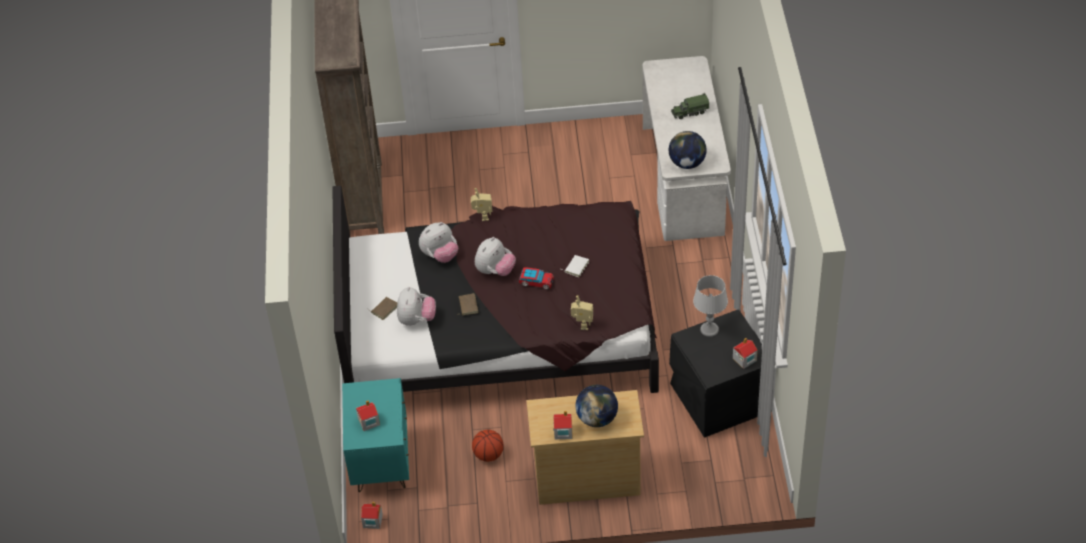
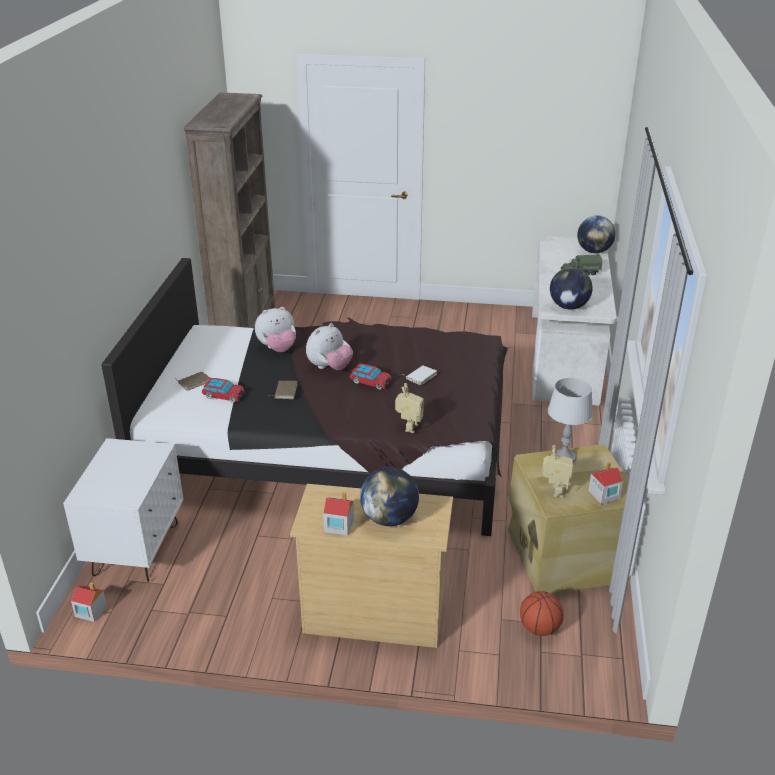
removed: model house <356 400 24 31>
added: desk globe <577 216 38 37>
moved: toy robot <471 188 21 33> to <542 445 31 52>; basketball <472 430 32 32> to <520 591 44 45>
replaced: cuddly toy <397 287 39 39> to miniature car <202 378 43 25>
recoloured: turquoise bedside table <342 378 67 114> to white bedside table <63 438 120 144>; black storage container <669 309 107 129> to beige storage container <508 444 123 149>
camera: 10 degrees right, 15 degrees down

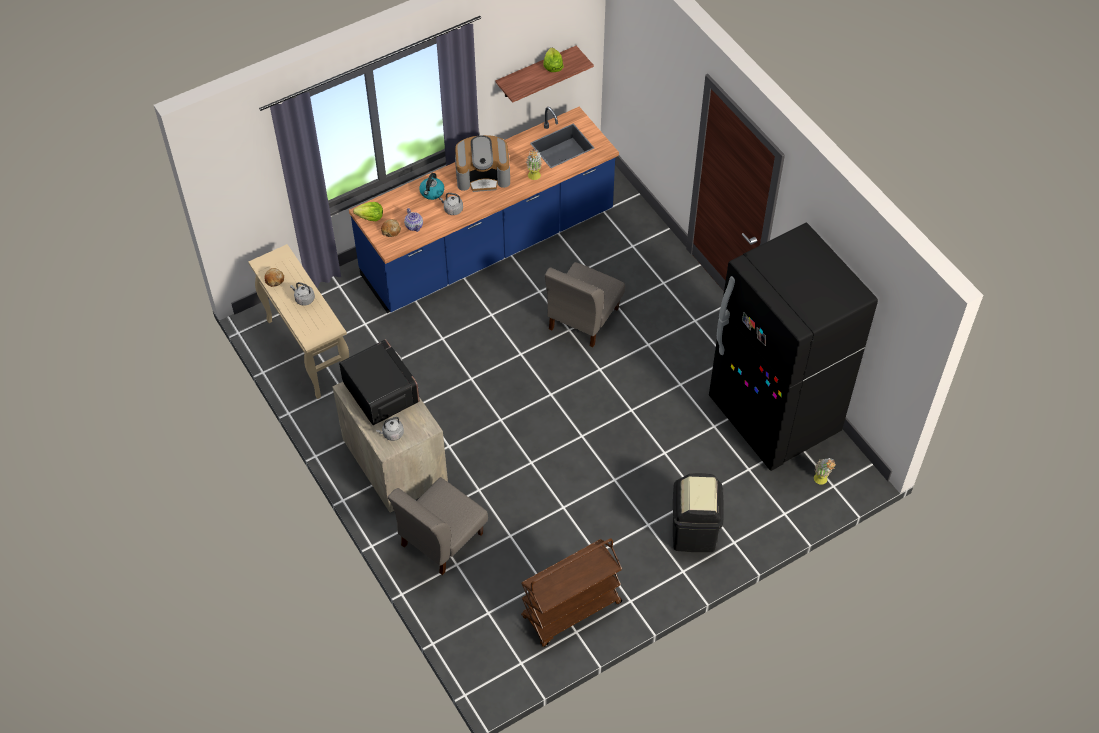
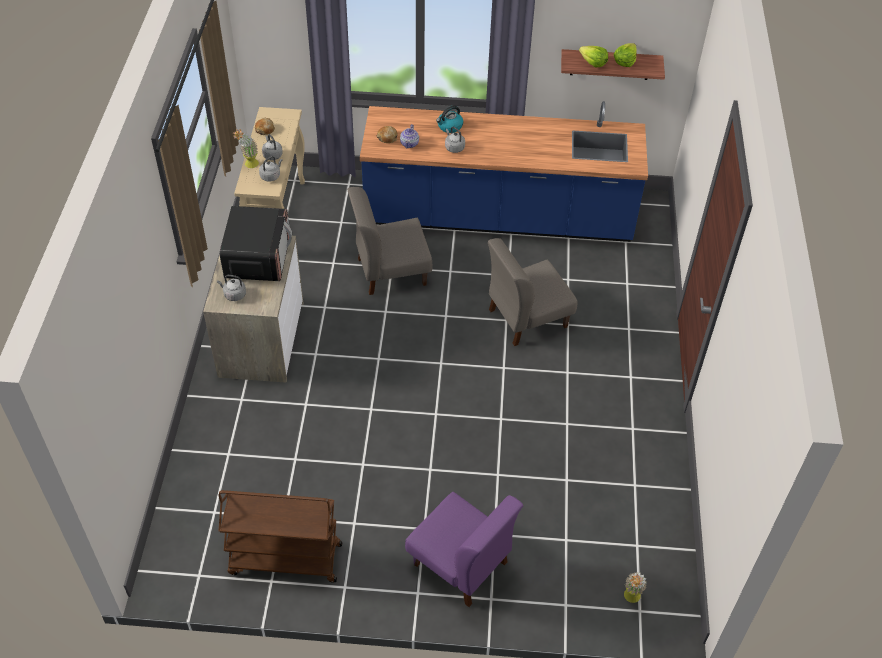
removed: coffee brewer <455 135 55 57>; black fridge <709 223 169 248>
added: grey tea kettle <259 156 23 25>
moved: lettuce head <353 202 30 20> to <579 46 29 21>; grey chair <388 477 100 98> to <347 187 86 108>; plant in a pot <526 149 17 31> to <233 129 26 39>
replaced: black trash can <673 473 51 79> to purplish chair <405 492 118 115>
camera: 35 degrees right, 5 degrees down

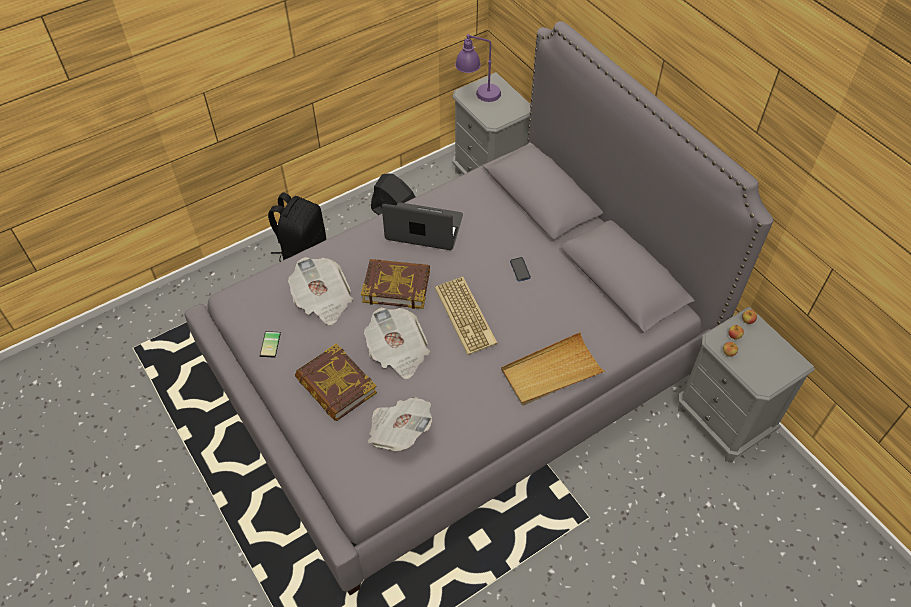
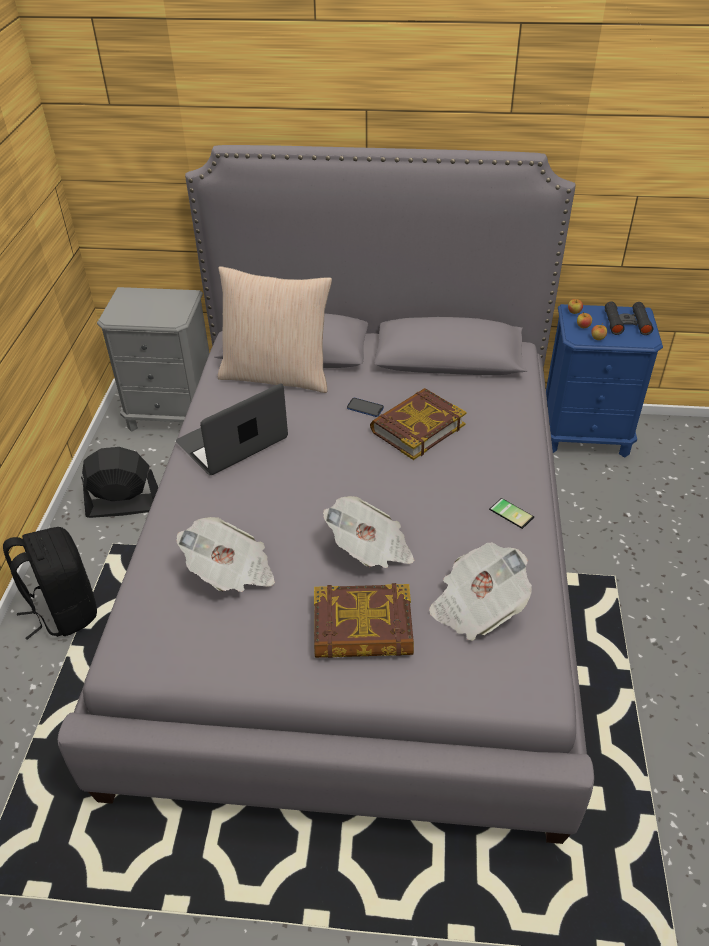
removed: PC keyboard <435 277 62 78>; purplish table lamp <455 34 46 68>; beige serving tray <501 332 105 74>
added: beige throw pillow <218 266 114 127>; black pair of binoculars <605 302 49 33>
moved: phone <260 331 21 27> to <489 498 45 31>; volume <361 259 69 50> to <370 388 97 72>
recoloured: grey bedside table <678 307 137 155> to blue-coloured bedside table <546 304 117 154>
camera: 50 degrees left, 10 degrees down

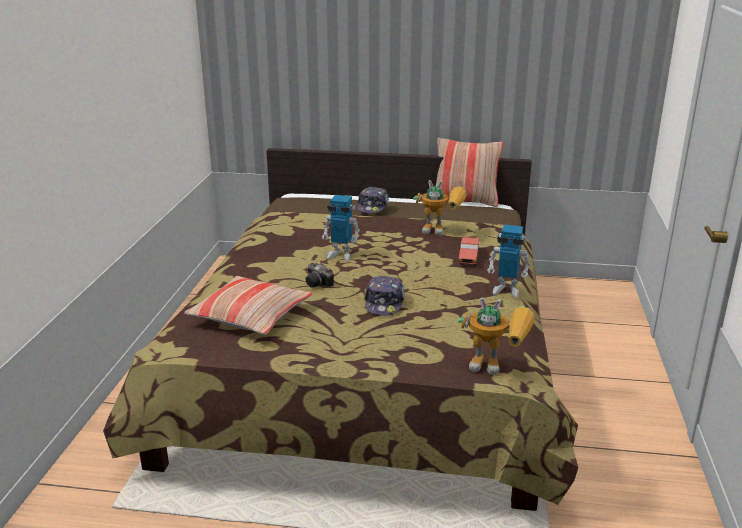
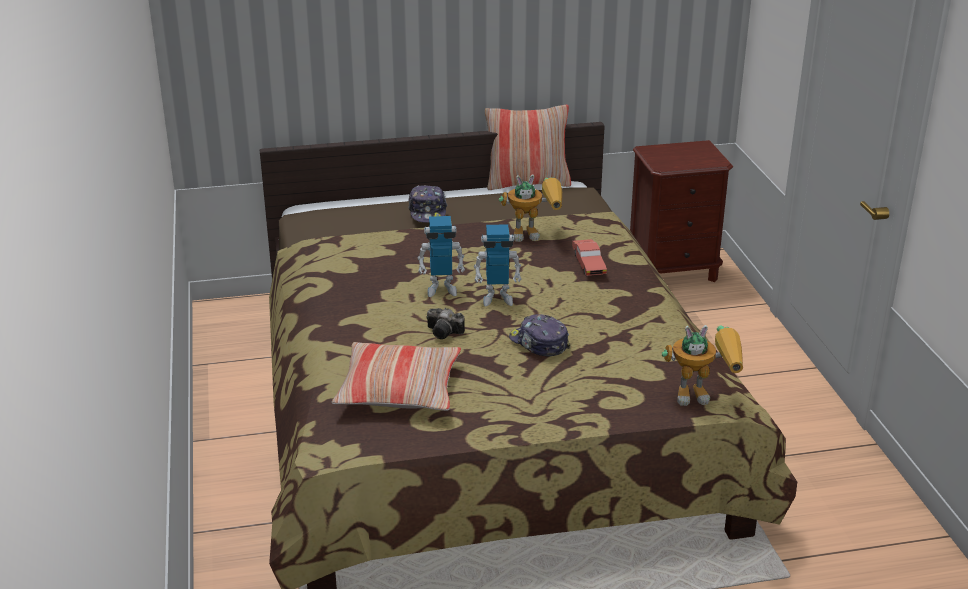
added: brown-coloured bedside table <630 140 103 142>
moved: toy robot <487 224 43 74> to <474 224 47 82>
turned: peaked cap <364 275 41 41> = <509 314 62 43> 150 degrees clockwise
camera: 20 degrees left, 5 degrees up

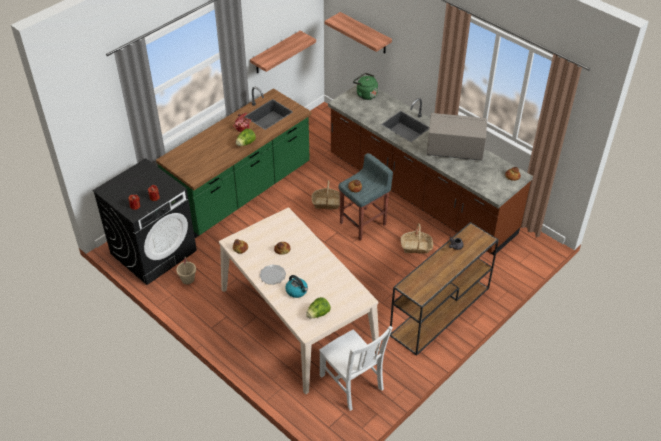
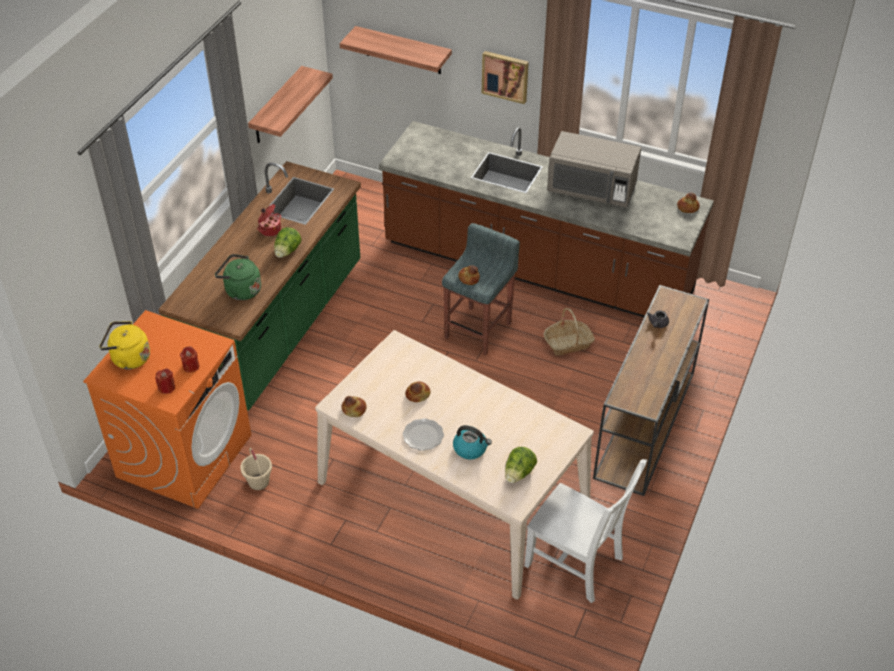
removed: storage basket <312 180 28 29>
added: yellowish tea kettle <99 321 51 48>; wall art <482 51 47 53>
moved: greenish tea kettle <353 73 25 27> to <215 254 46 46>
recoloured: black washing machine <92 158 105 127> to orangey washing machine <83 310 168 199>
turned: grey microwave <426 113 61 48> = <547 131 94 77> 150 degrees counterclockwise
camera: 20 degrees left, 0 degrees up

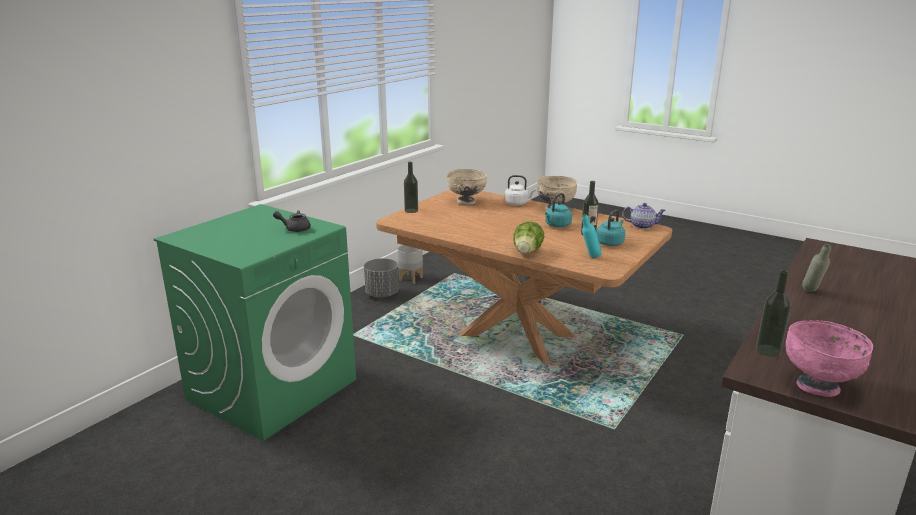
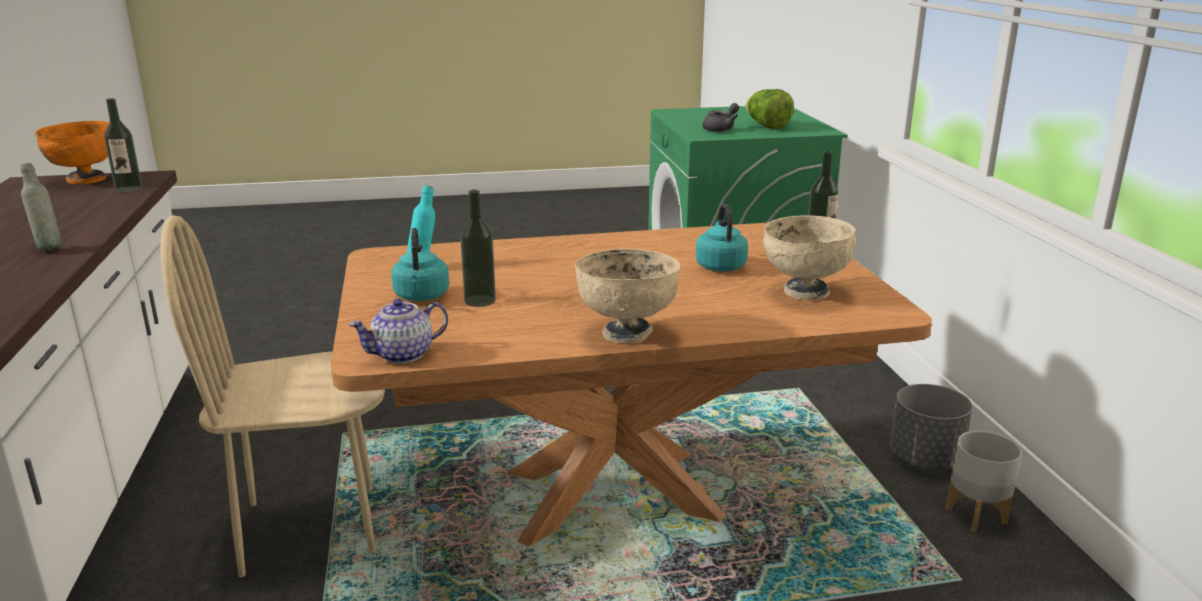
removed: white tea kettle <505 175 31 30>
added: beige chair <160 215 225 362>
moved: lettuce head <513 221 31 33> to <746 89 48 40>; turquoise tea kettle <545 193 27 34> to <696 204 52 68>
recoloured: pinkish bowl <786 320 87 77> to orangey bowl <35 121 74 63>
camera: 135 degrees right, 0 degrees up

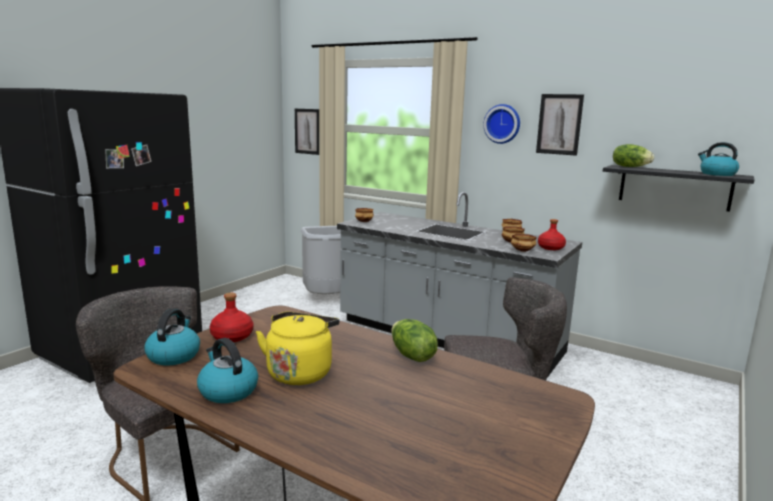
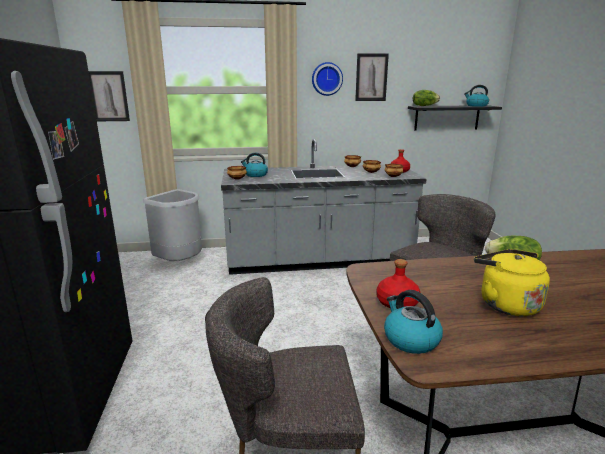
moved: tea kettle <197 338 61 65> to <241 153 27 24>
camera: 40 degrees left, 5 degrees up

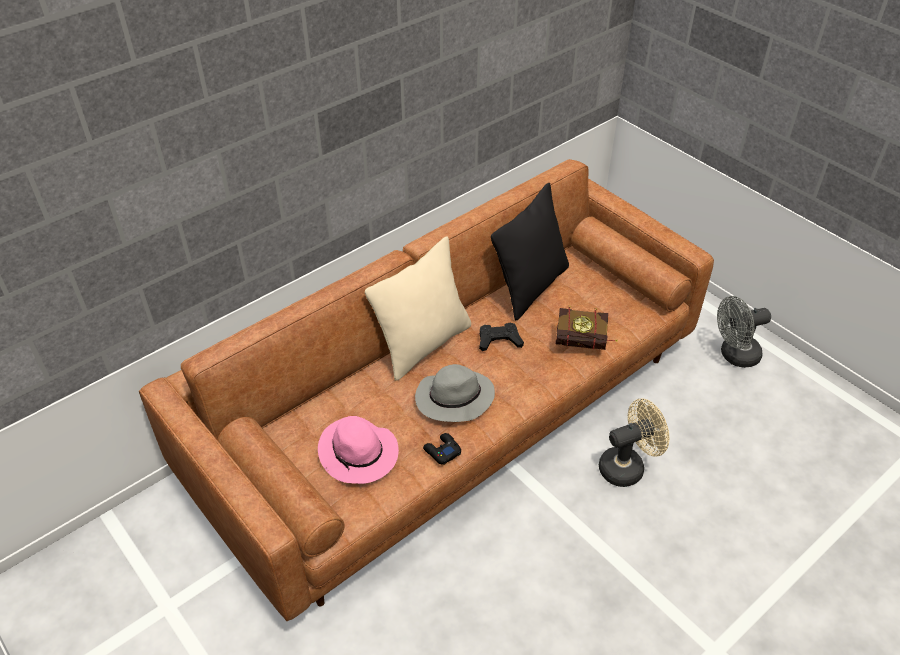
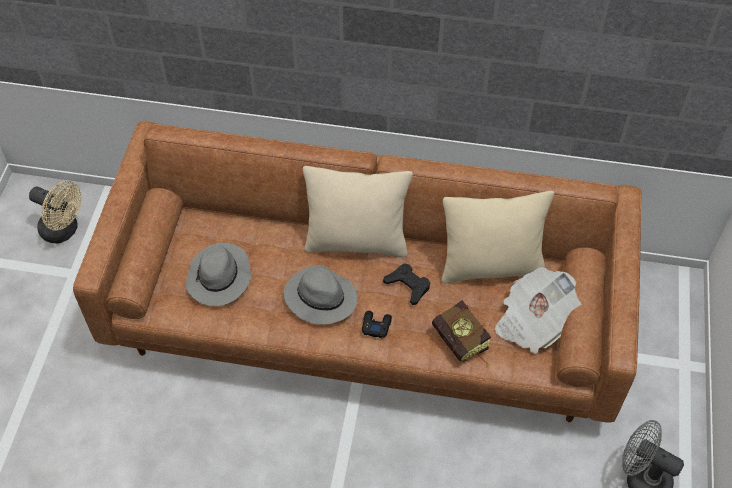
added: daily paper <495 267 87 87>
moved: black joypad <423 433 38 32> to <362 311 30 27>; beige fan <599 398 70 89> to <29 181 52 63>
recoloured: pinkish wearable hat <318 416 81 68> to grey wearable hat <186 243 65 63>; black throw pillow <491 183 78 137> to beige throw pillow <441 191 113 92>
camera: 50 degrees right, 10 degrees up

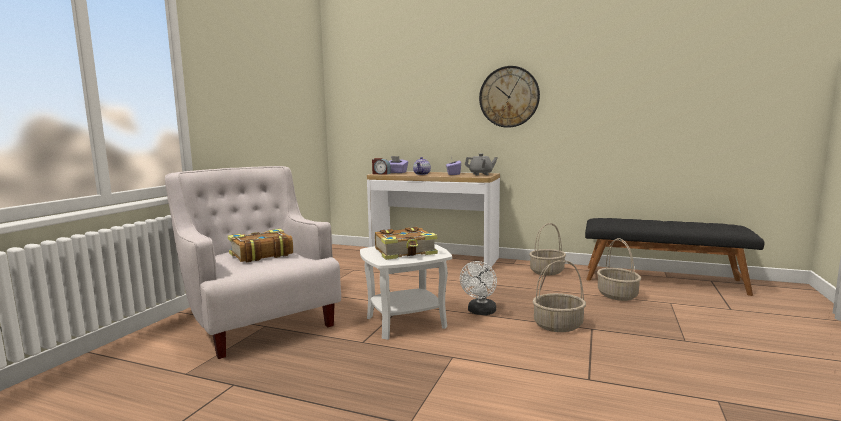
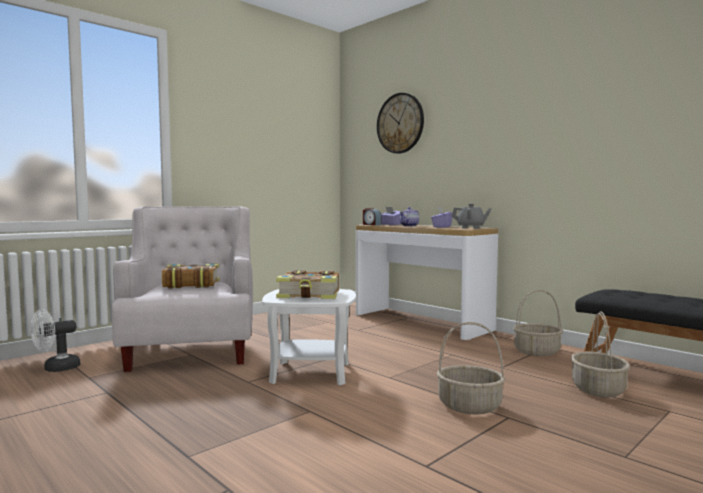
moved: white fan <460 261 37 54> to <31 309 49 63>; hanging clock <479 66 61 62> to <377 93 47 61>
camera: 25 degrees right, 5 degrees down

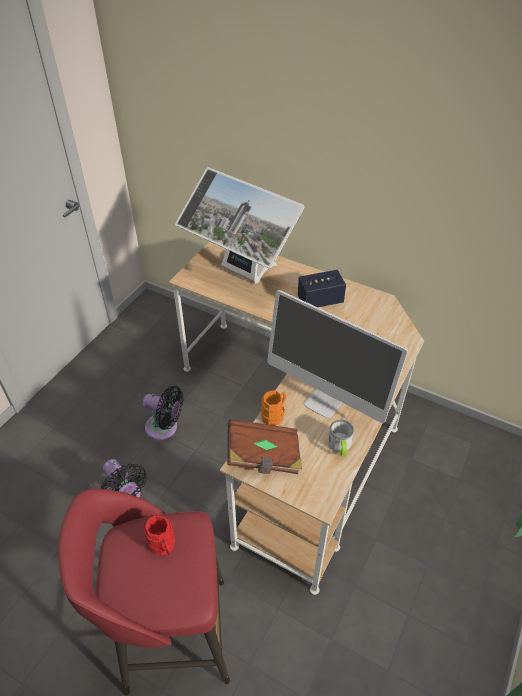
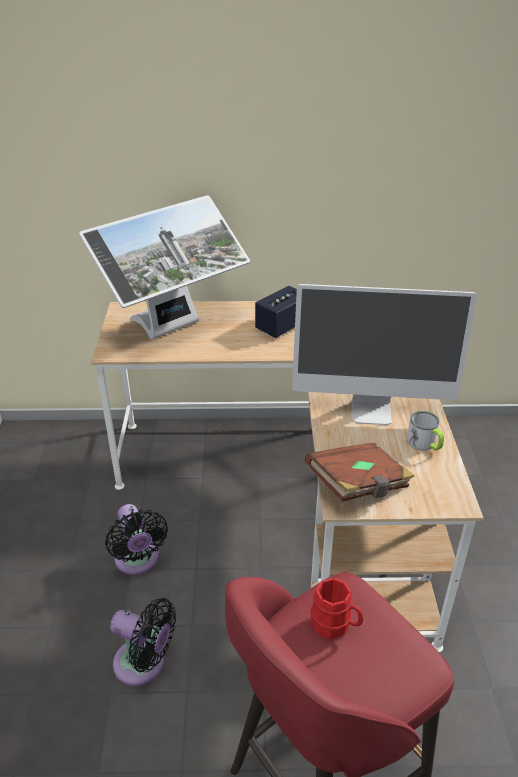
removed: orangey tea mug <261 390 25 36>
turned: black fan <143 386 41 54> = <105 504 63 71> 75 degrees clockwise; computer display <175 167 130 117> = <79 195 171 144> 45 degrees counterclockwise
camera: 30 degrees left, 10 degrees down

